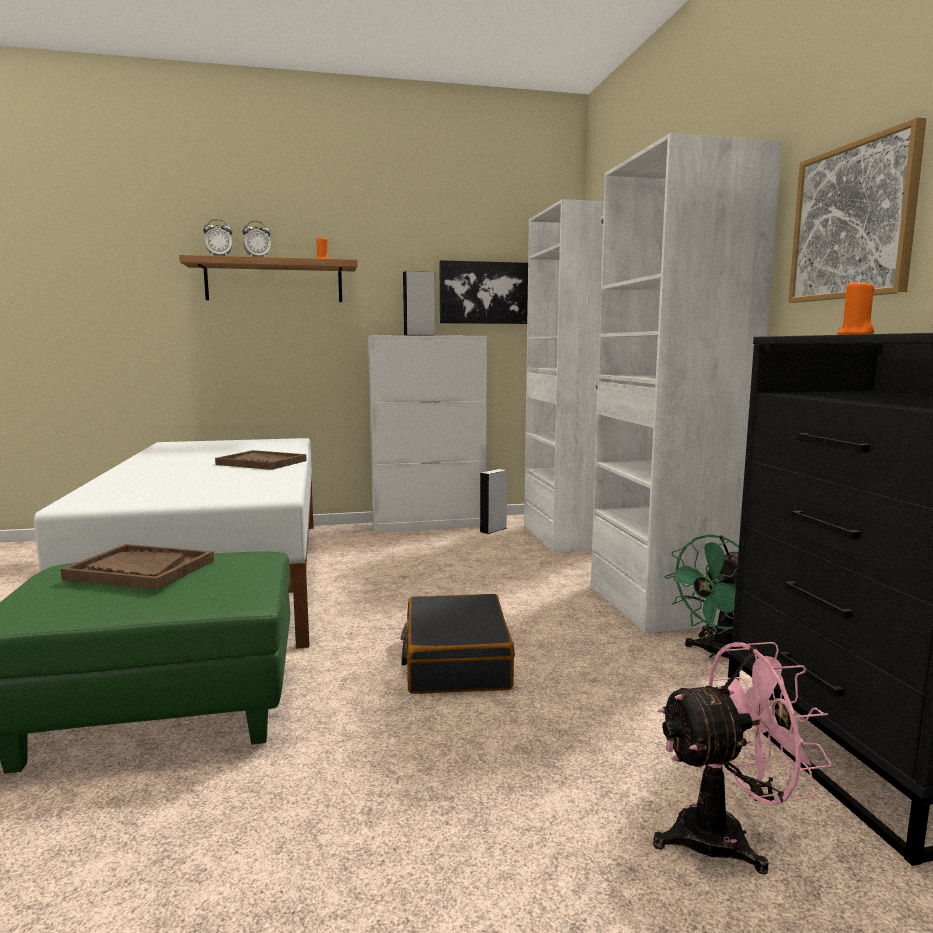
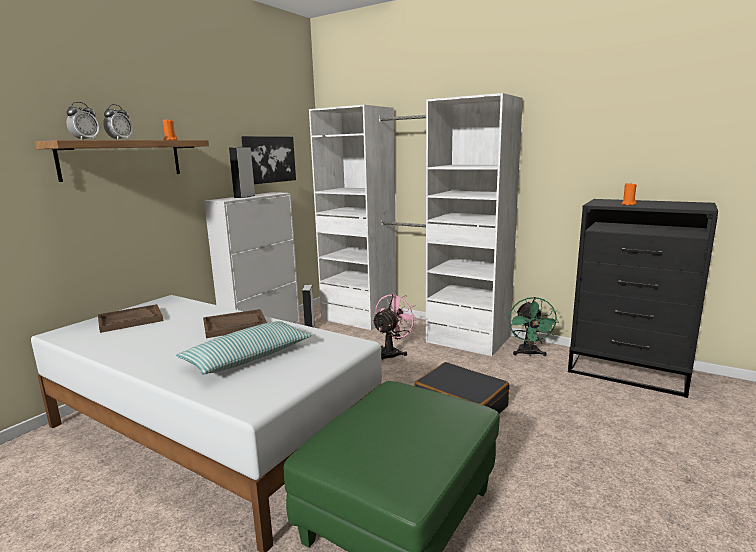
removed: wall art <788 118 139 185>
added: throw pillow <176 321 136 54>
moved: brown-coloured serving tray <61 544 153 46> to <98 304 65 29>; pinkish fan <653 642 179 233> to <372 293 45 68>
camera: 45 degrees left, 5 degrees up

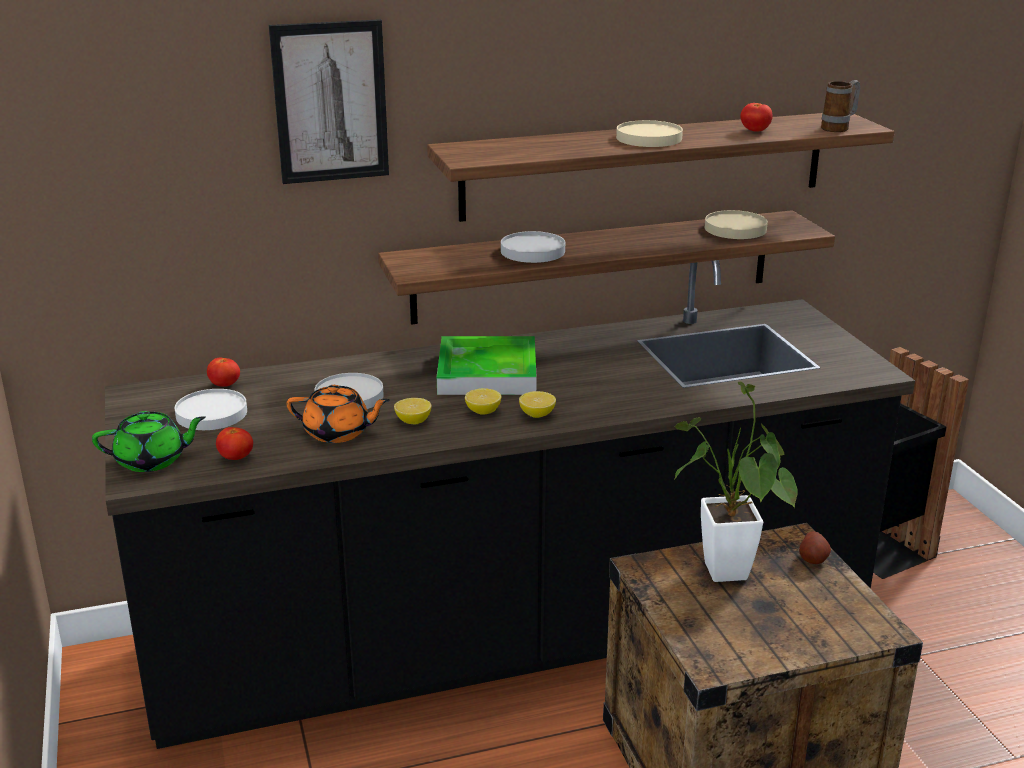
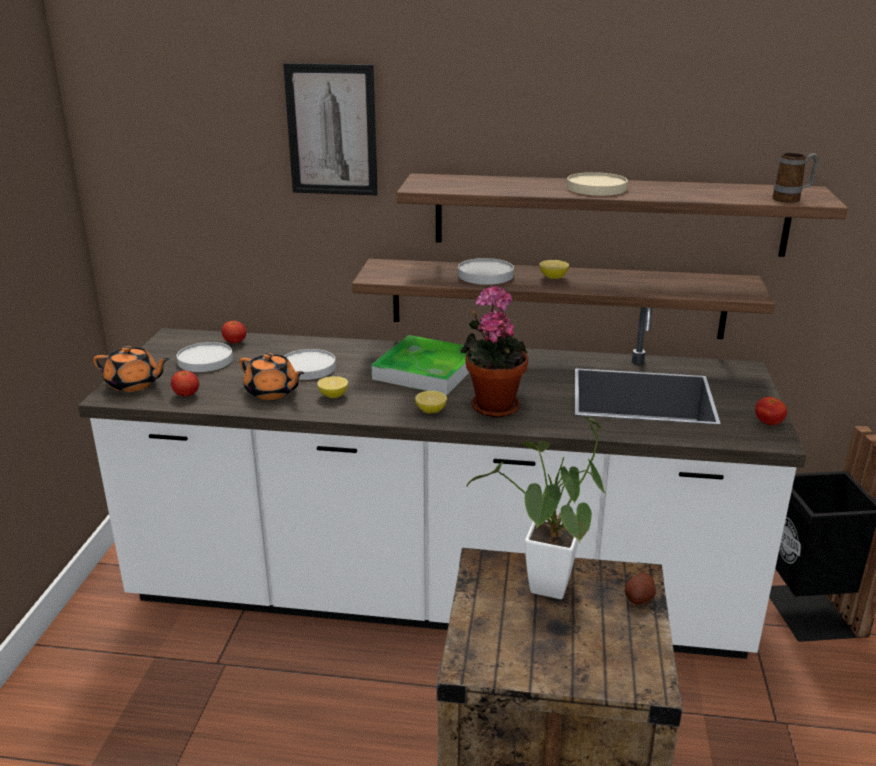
removed: beige plate <705 210 63 29>
added: plant in a pot <461 286 67 132>
moved: whole lemon <465 388 36 27> to <539 260 30 19>; fresh tomato <740 103 33 29> to <755 397 32 28>
recoloured: greenish teapot <92 411 114 61> to orangey teapot <93 346 76 46>; black counter <105 260 810 489> to white counter <78 307 728 352>
camera: 25 degrees right, 0 degrees up

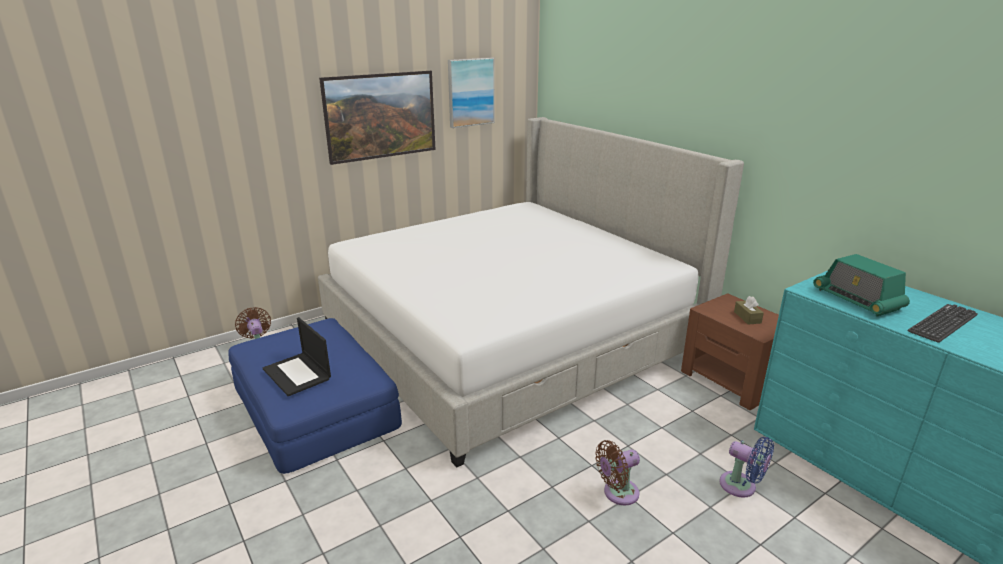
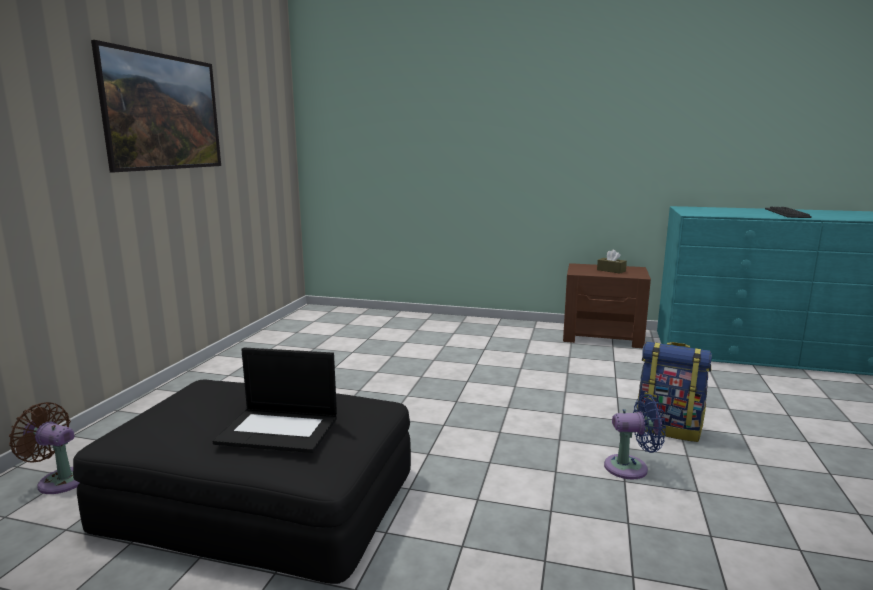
removed: bedroom bed <318 117 426 351>; wall art <448 57 47 71>; radio receiver <813 254 97 62>
moved: blue-coloured fan <719 437 55 60> to <604 394 62 85>
replaced: brown-coloured fan <595 440 45 65> to knapsack <637 342 75 100>
recoloured: blue-coloured pouffe <228 318 174 156> to black pouffe <73 379 338 205>
camera: 40 degrees left, 10 degrees down

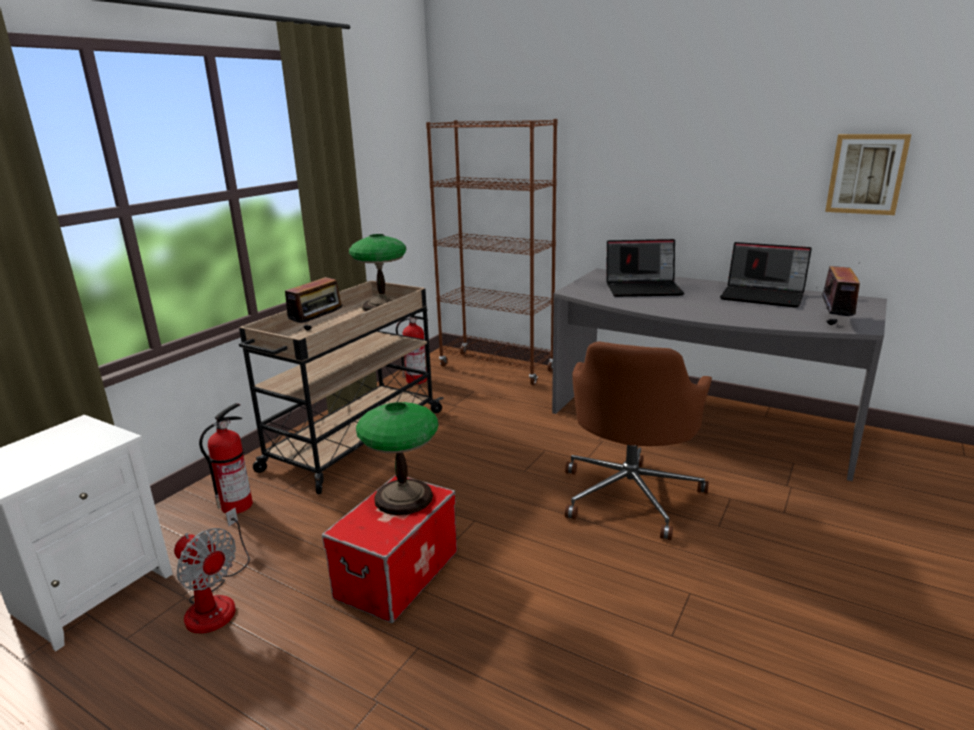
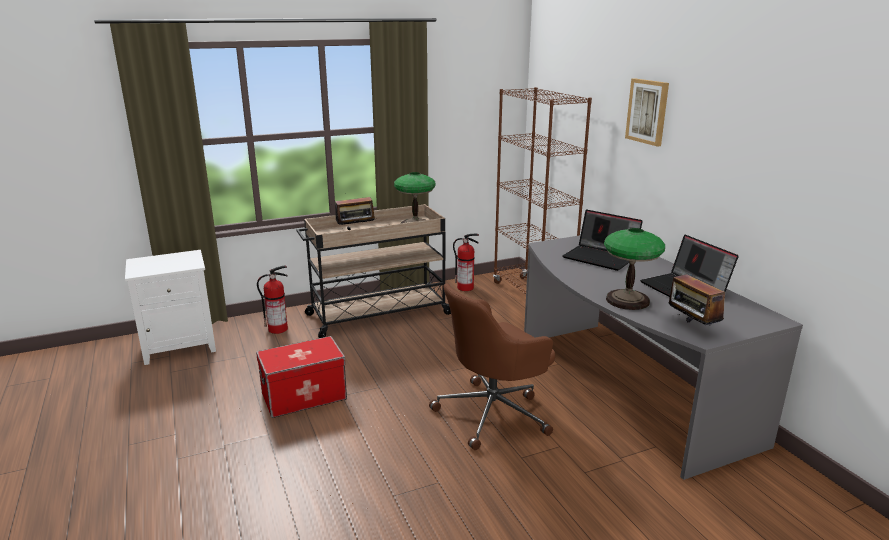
removed: fan <174 508 76 125>
moved: table lamp <356 402 83 113> to <604 228 61 82>; wall art <825 134 86 81> to <625 78 44 69>
turned: radio receiver <816 263 44 63> = <669 267 56 58> 105 degrees clockwise
camera: 35 degrees right, 0 degrees up

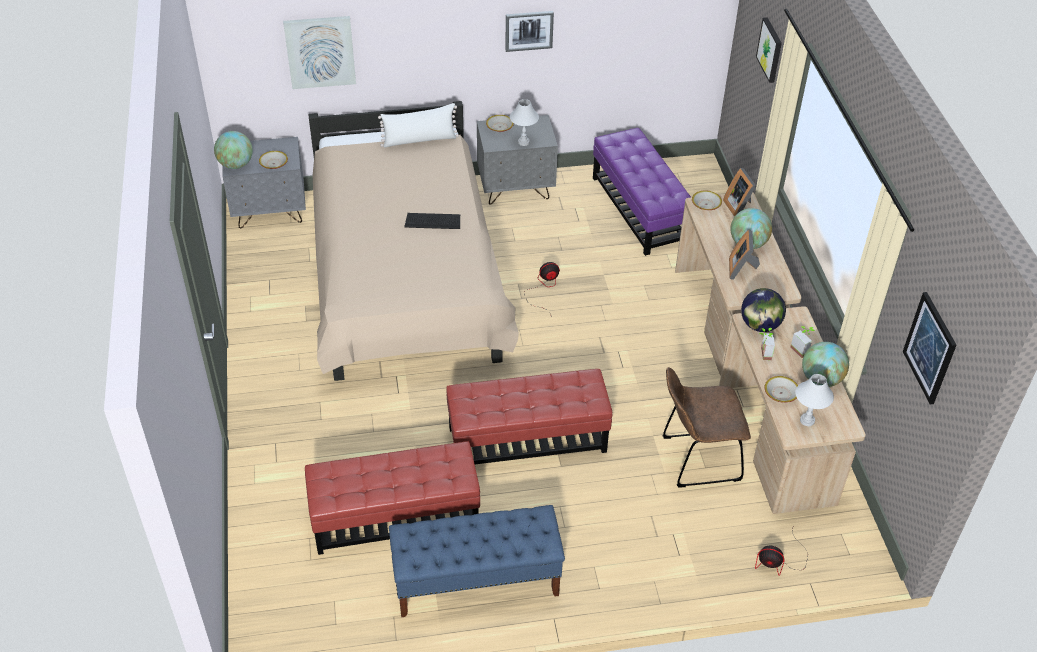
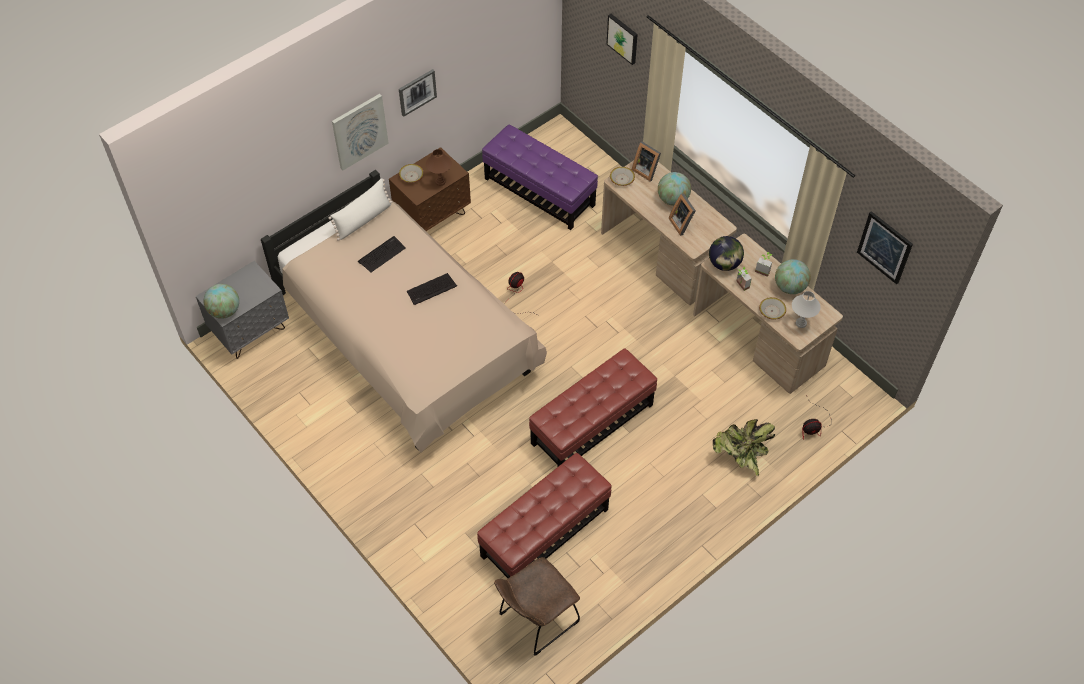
removed: bowl <259 151 29 18>; blue-coloured bench <389 505 176 112>
added: PC keyboard <358 236 48 37>; plant in a pot <713 419 62 57>
moved: wall art <283 16 73 73> to <332 94 57 76>; brown-coloured chair <663 367 88 120> to <494 557 86 99>
recoloured: grey bedside table <477 115 81 90> to brown-coloured bedside table <389 147 82 85>; white table lamp <510 99 29 47> to brown-coloured table lamp <426 149 26 37>
camera: 30 degrees left, 10 degrees up

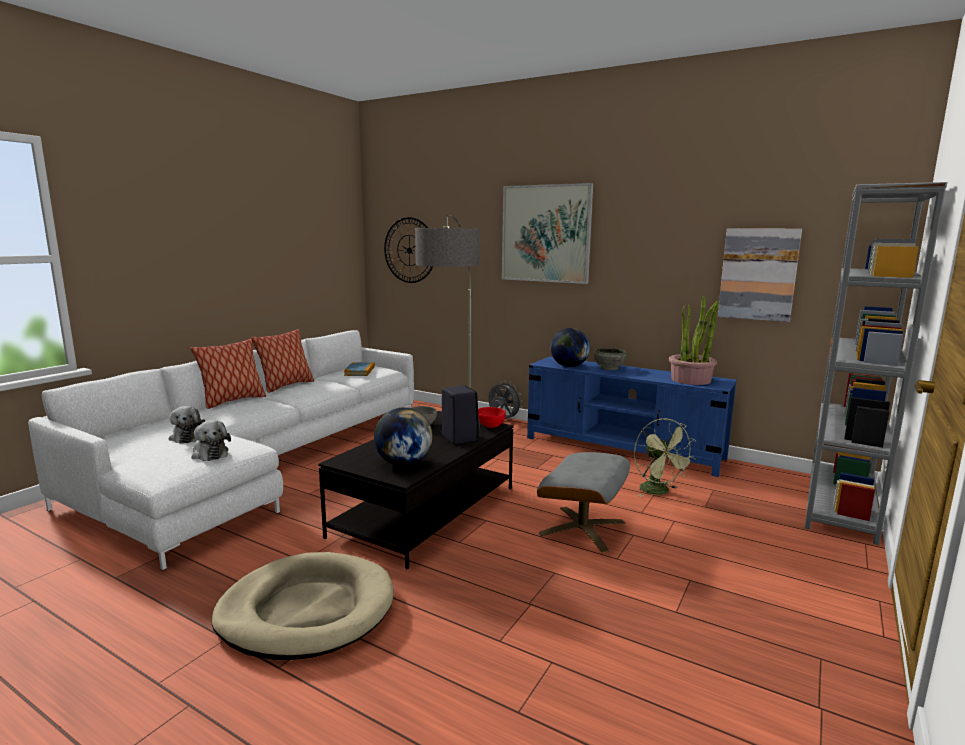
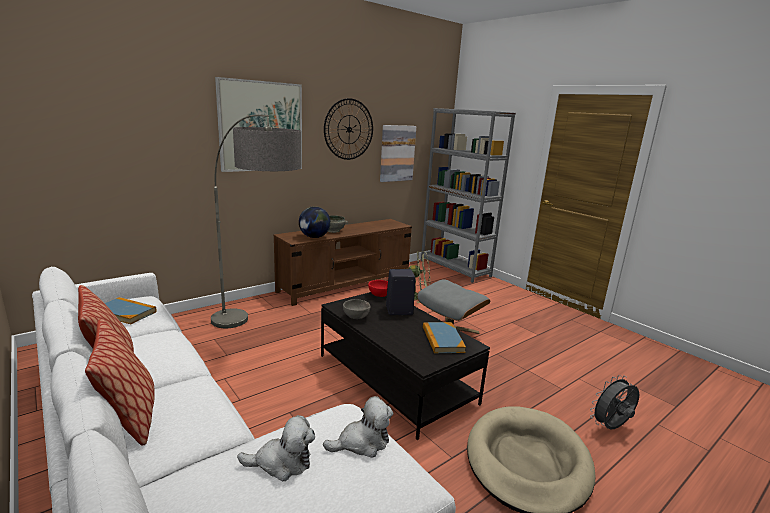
removed: plant in a pot <669 296 50 89>
moved: hanging clock <384 217 49 66> to <324 98 49 62>; grey fan <488 380 35 40> to <590 375 49 54>
replaced: desk globe <374 408 59 58> to volume <423 322 43 31>
recoloured: blue-coloured tv stand <527 357 210 120> to brown-coloured tv stand <274 219 138 87>
camera: 70 degrees left, 5 degrees up

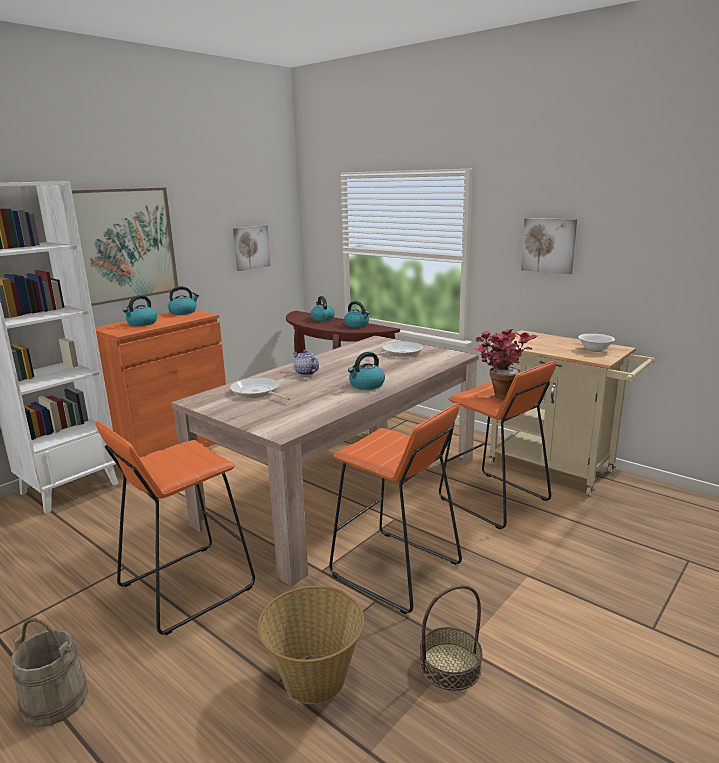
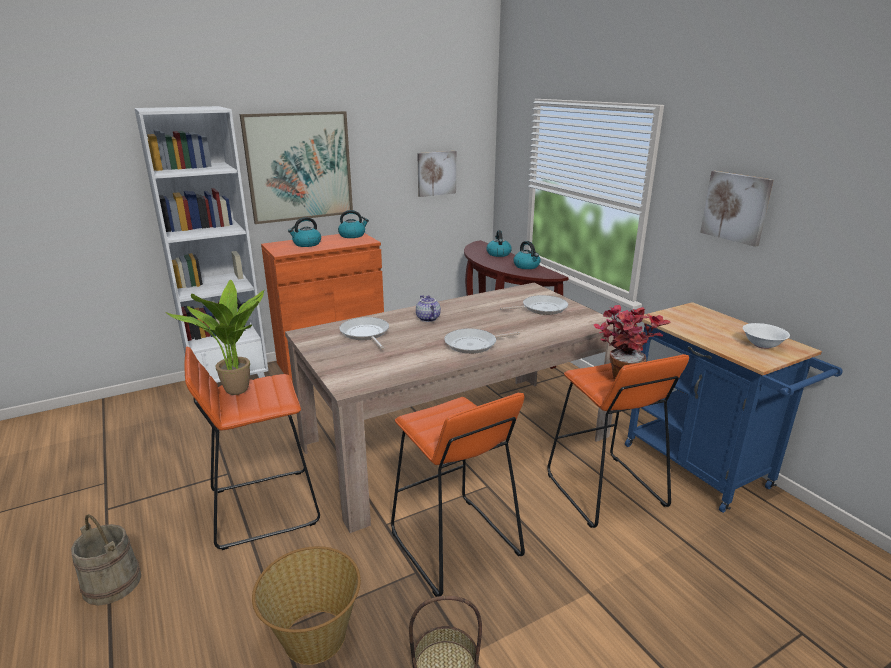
added: plant in a pot <166 280 99 115>
replaced: tea kettle <348 352 37 38> to pan <444 328 76 26>
recoloured: beige cart <489 330 166 165> to blue-coloured cart <625 302 218 211>
camera: 20 degrees right, 5 degrees up

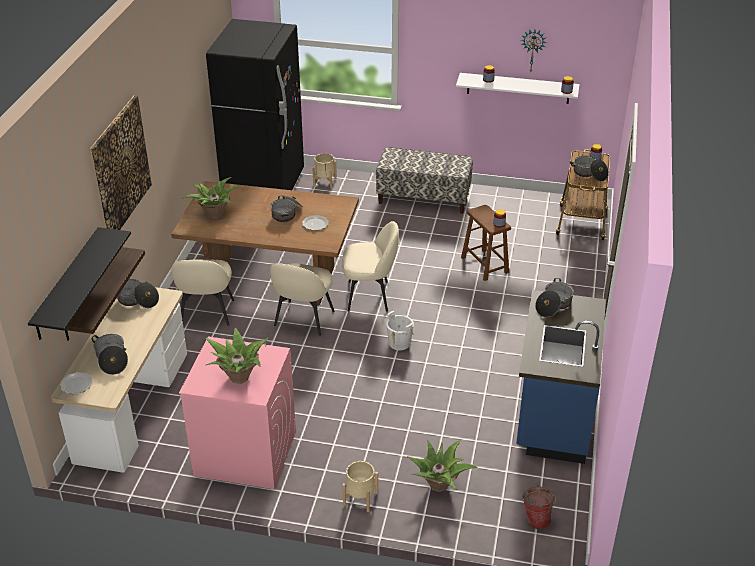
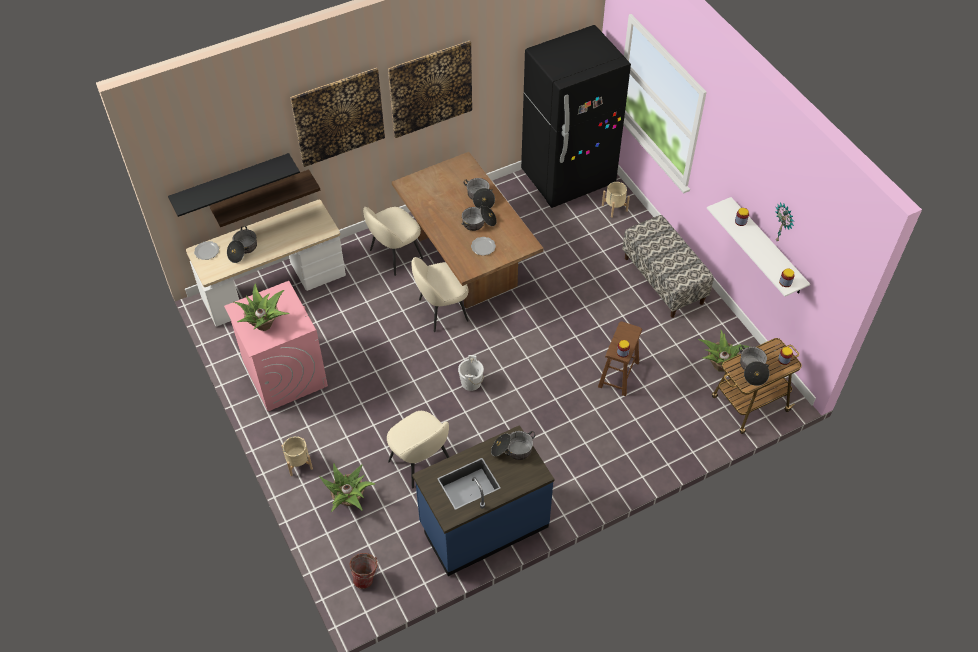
added: wall art <388 40 84 98>
moved: cooking pot <117 279 42 29> to <464 178 31 30>; plant in a pot <183 177 57 42> to <698 330 52 42>; beige chair <342 221 57 91> to <387 411 62 77>
camera: 50 degrees right, 15 degrees up

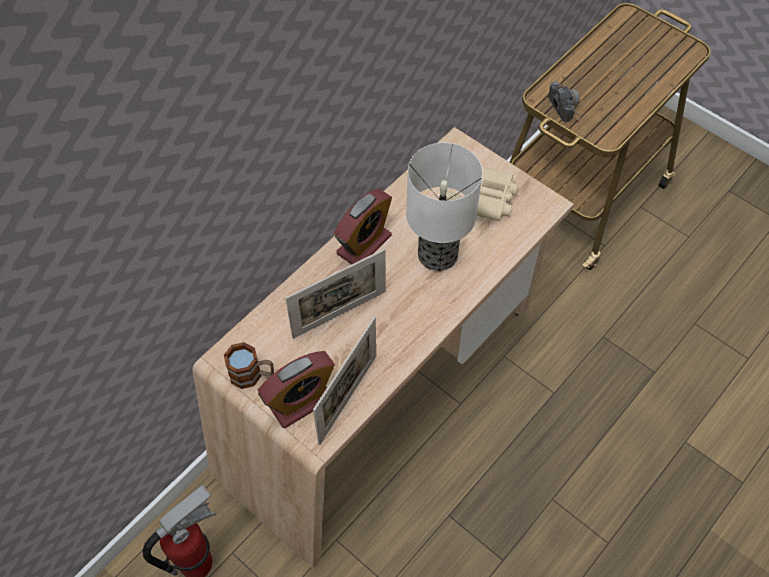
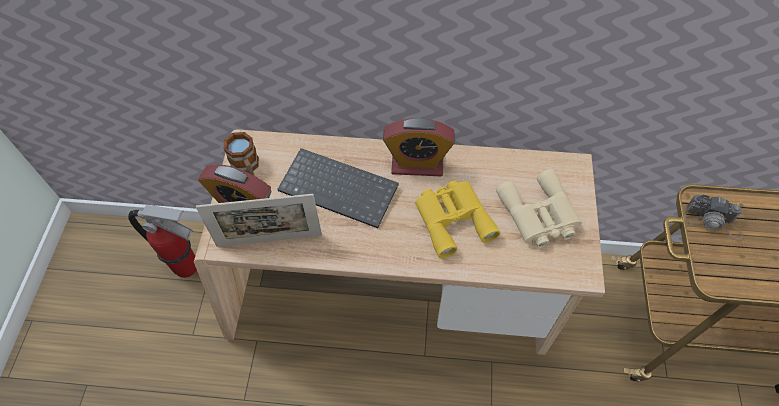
replaced: standing frame <286 249 99 90> to PC keyboard <277 148 122 80>; table lamp <406 143 76 128> to yellowish pair of binoculars <415 181 85 78>
turned: photo camera <548 81 32 41> = <684 195 59 45> 75 degrees clockwise
camera: 55 degrees right, 0 degrees up

